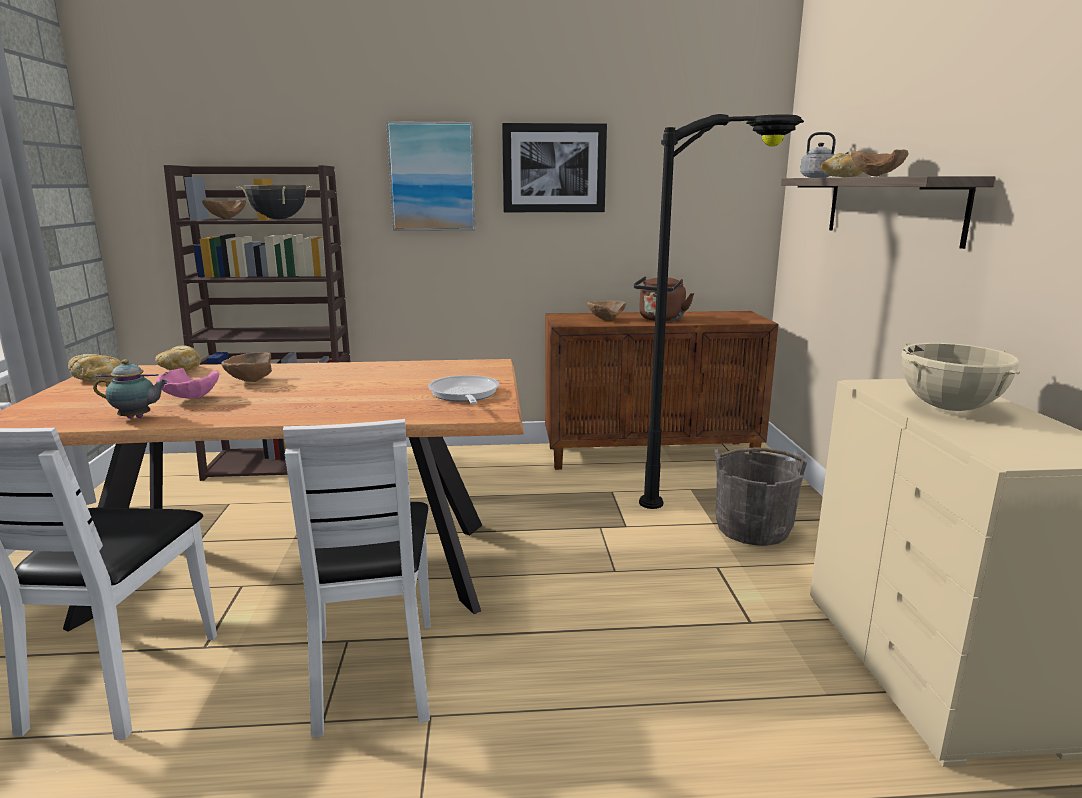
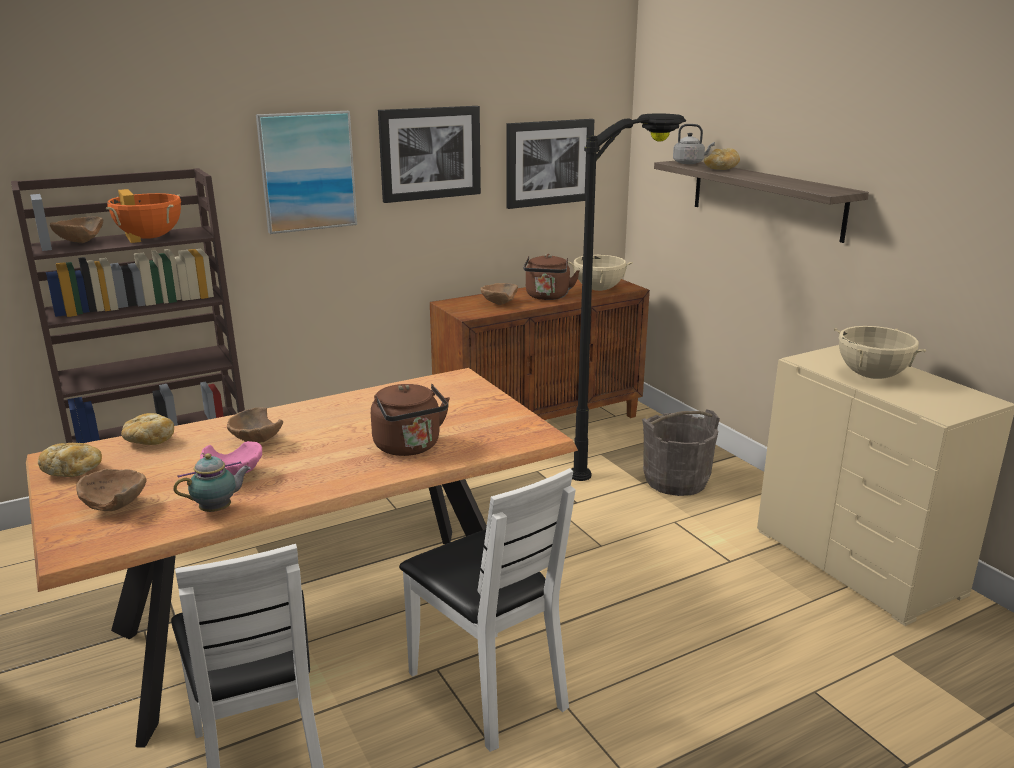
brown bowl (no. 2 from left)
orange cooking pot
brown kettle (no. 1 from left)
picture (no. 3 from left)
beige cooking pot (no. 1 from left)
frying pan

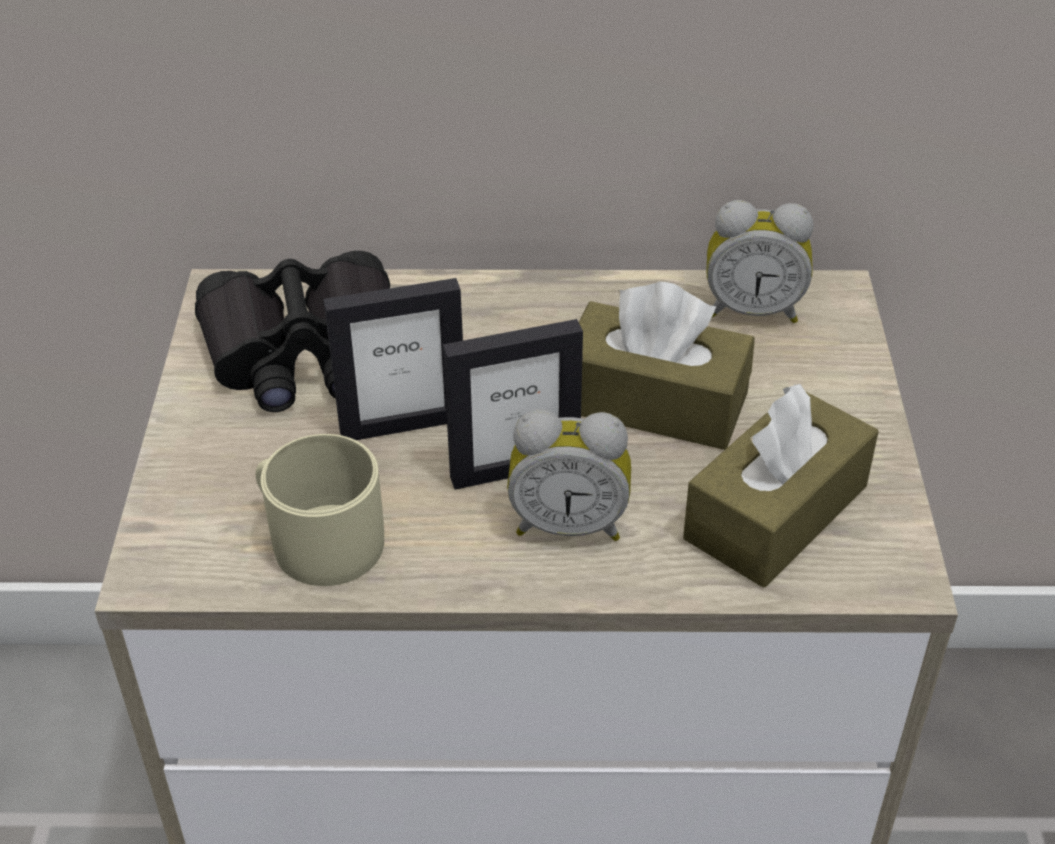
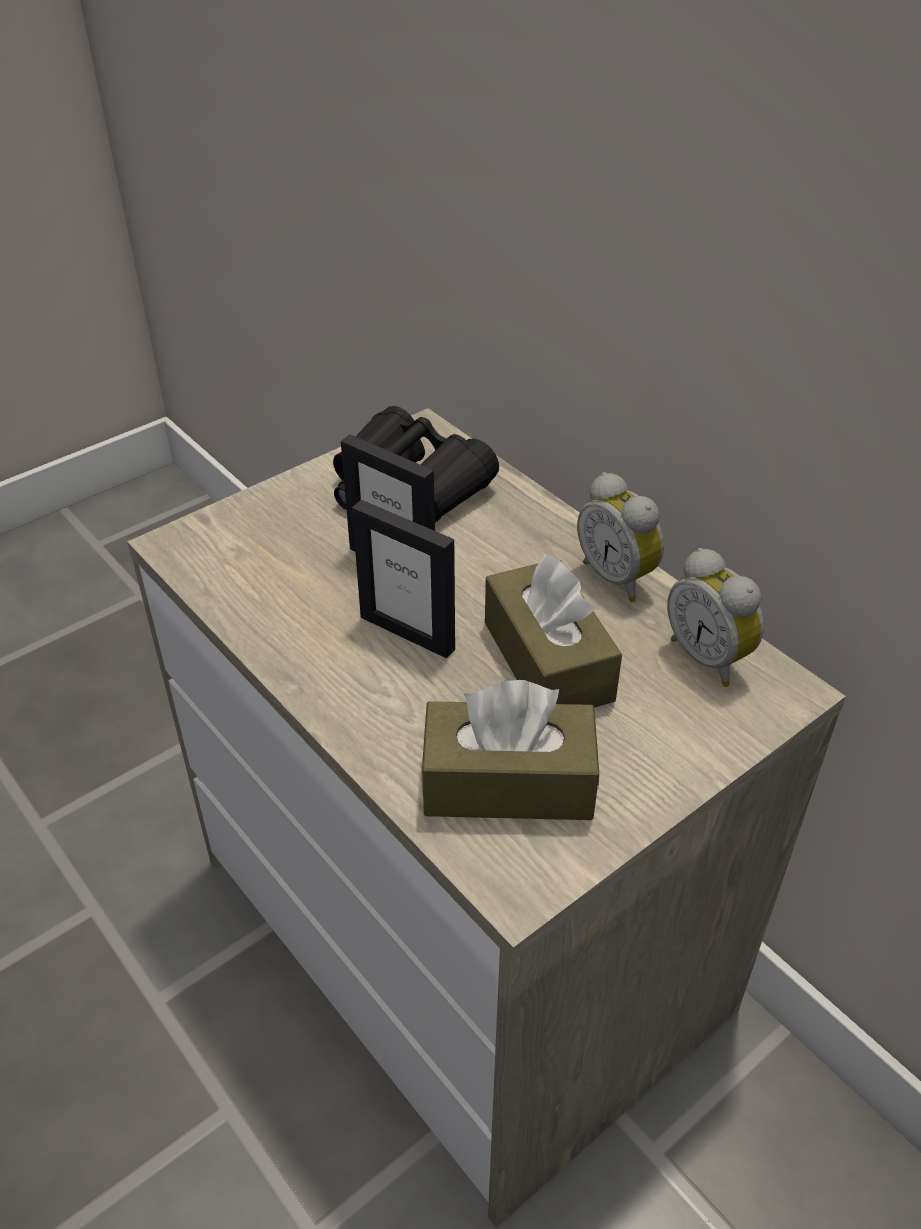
alarm clock (no. 1 from left)
beige mug

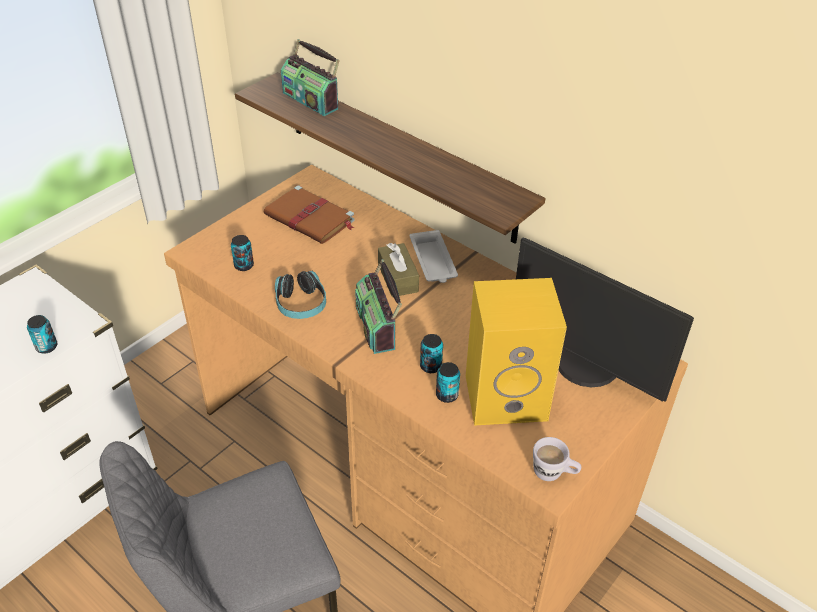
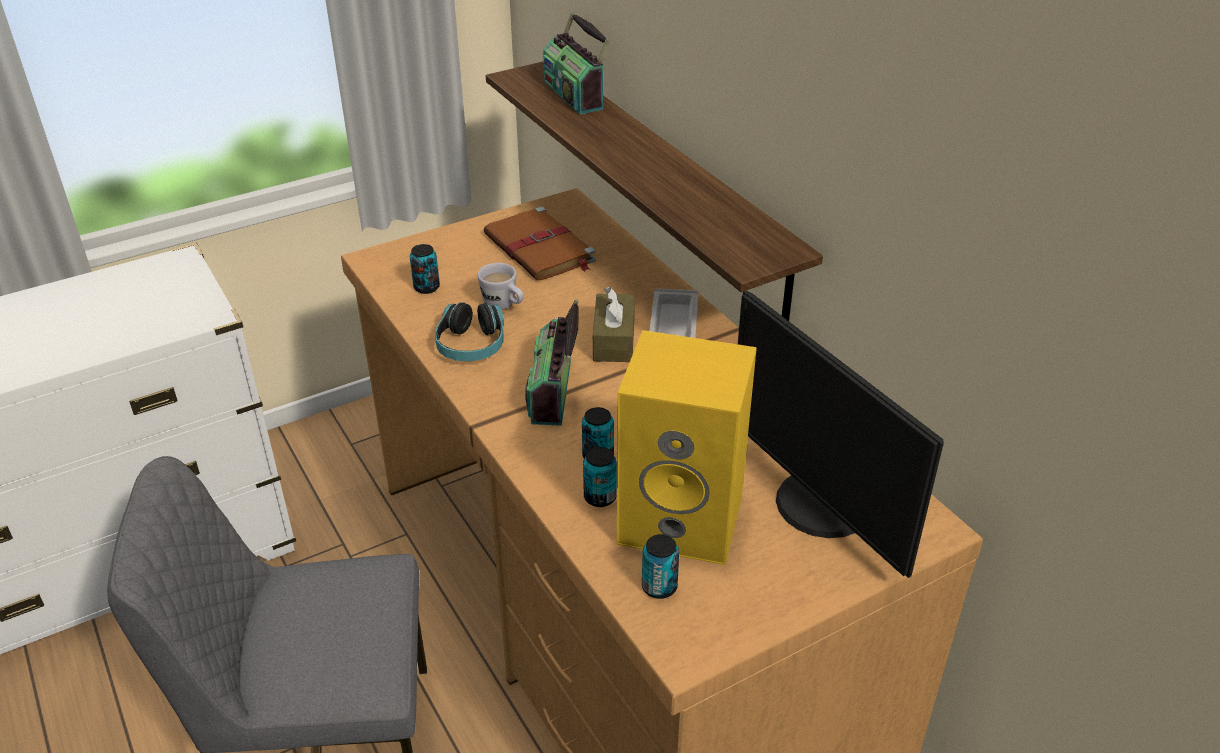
white mug
can (no. 4 from left)

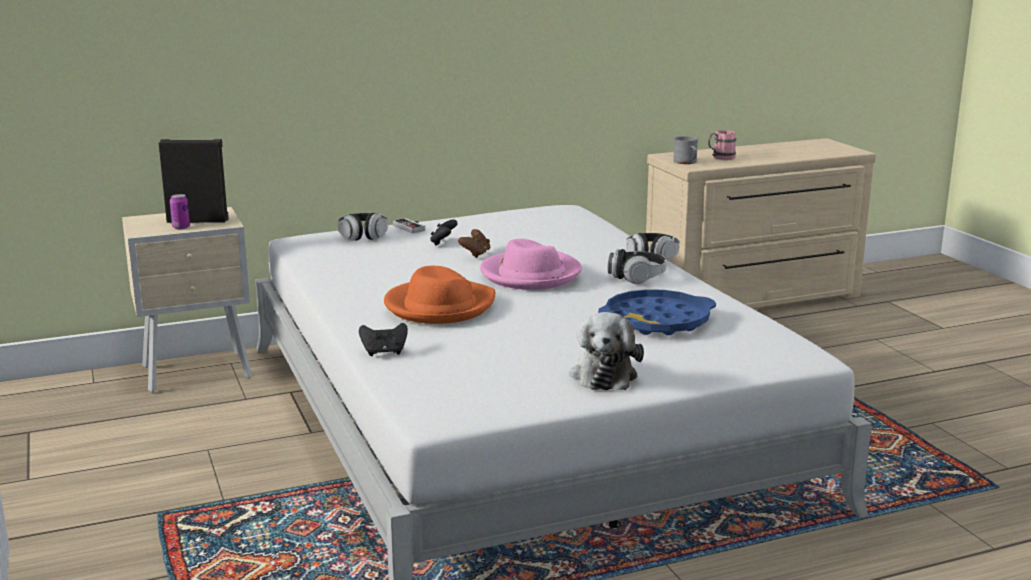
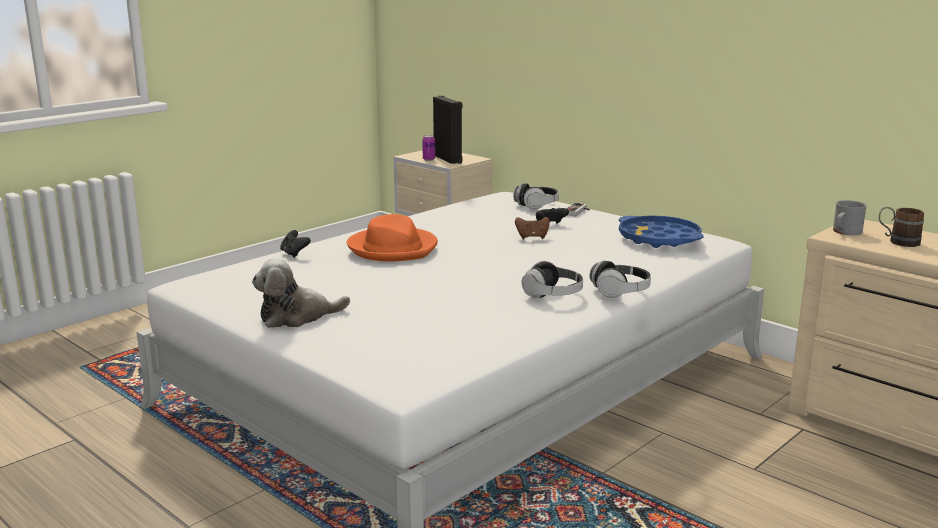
blue tray
brown mug
pink hat

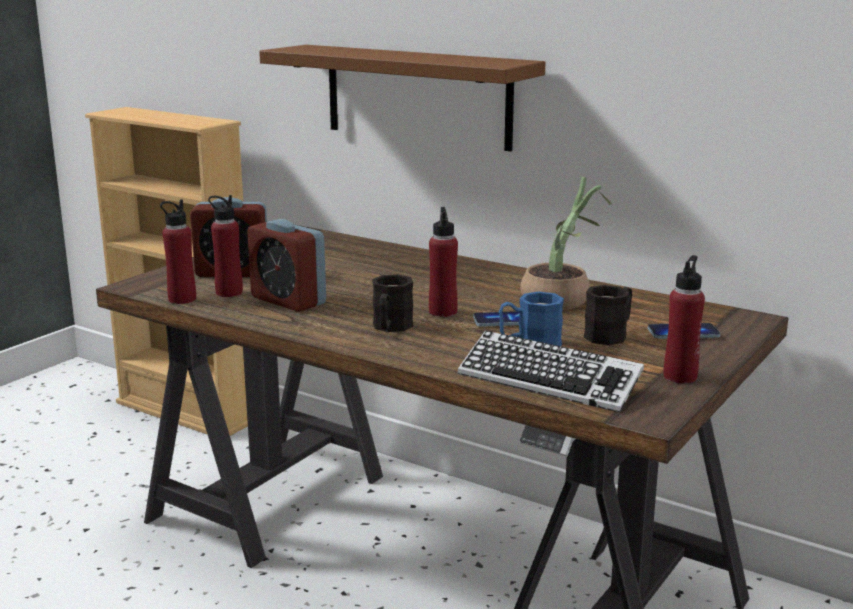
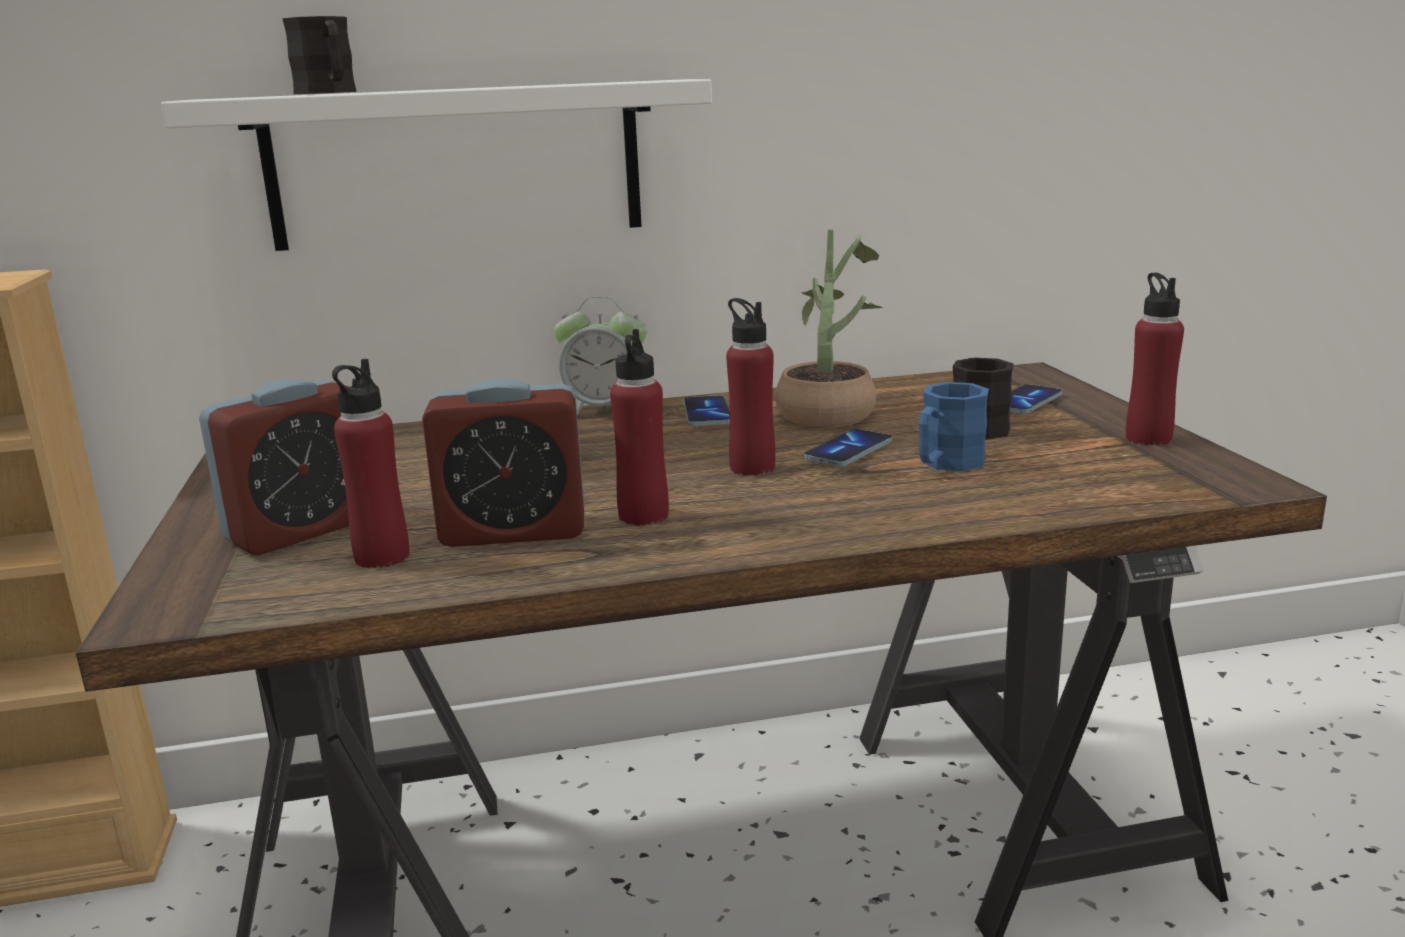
white shelf
black mug (no. 1 from left)
alarm clock (no. 3 from left)
red bottle (no. 2 from left)
phone (no. 1 from left)
keyboard

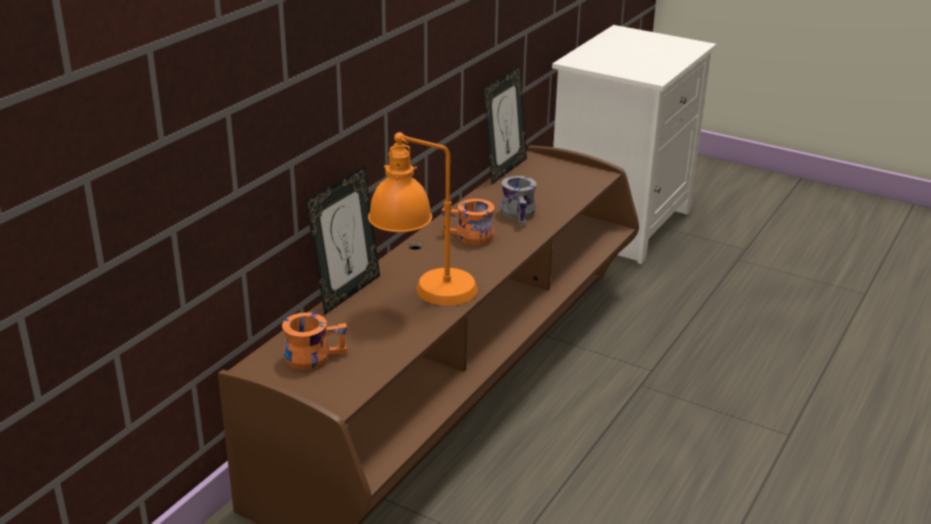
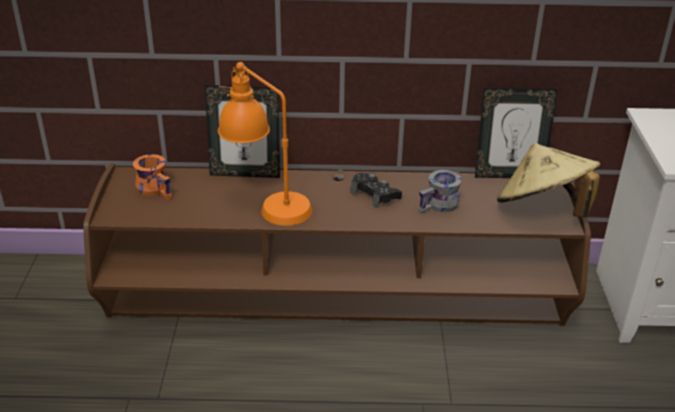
black game controller
beige hat

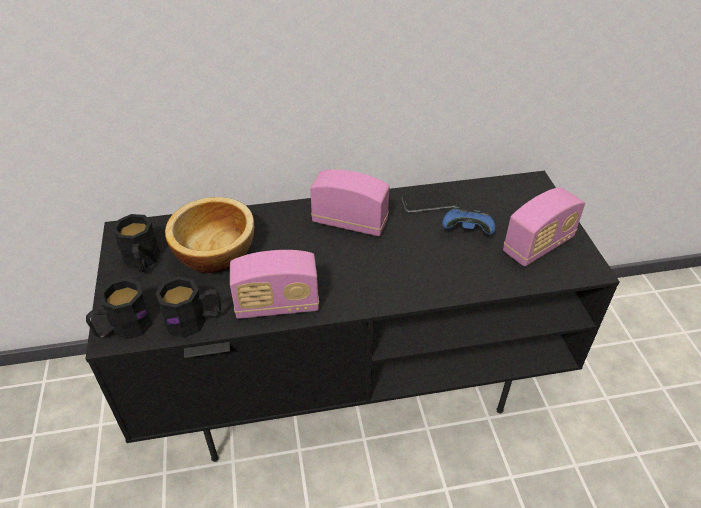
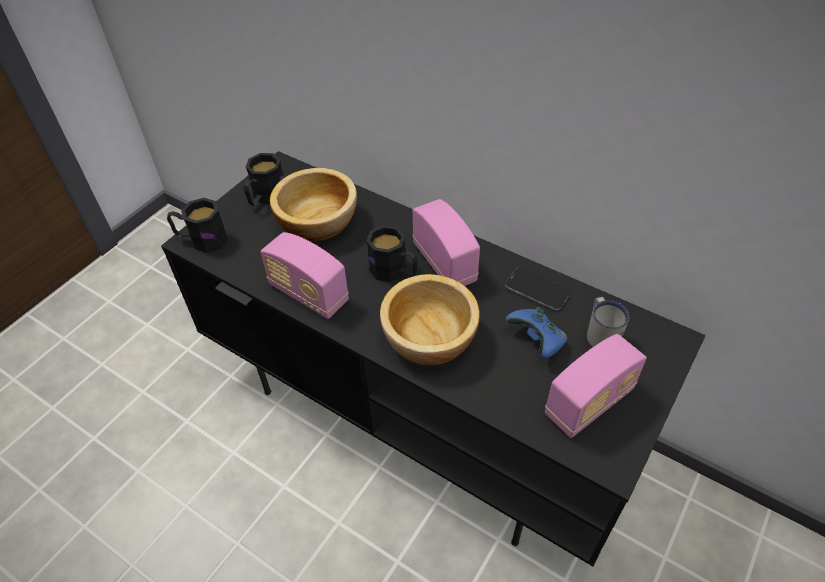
black mug (no. 3 from left)
bowl (no. 2 from left)
radio (no. 3 from left)
white mug

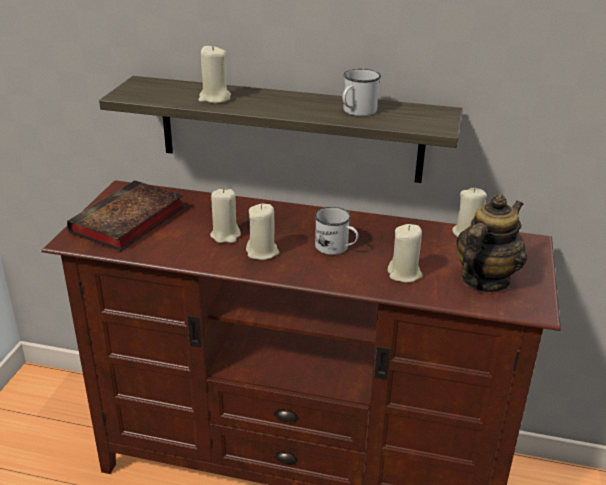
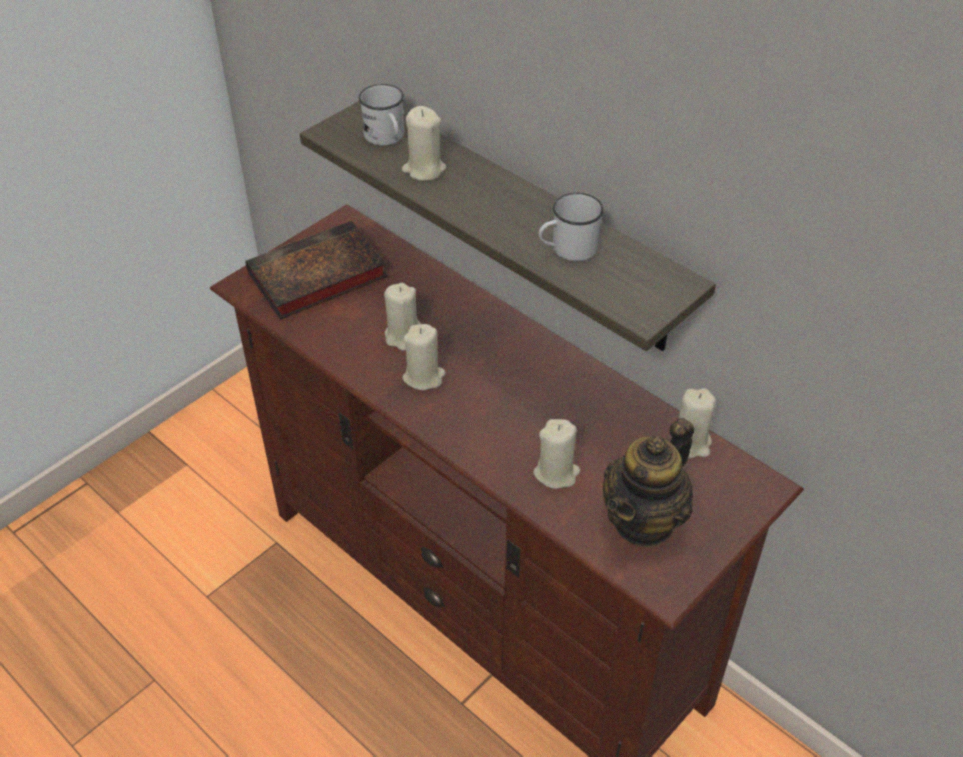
white mug (no. 1 from left)
teapot

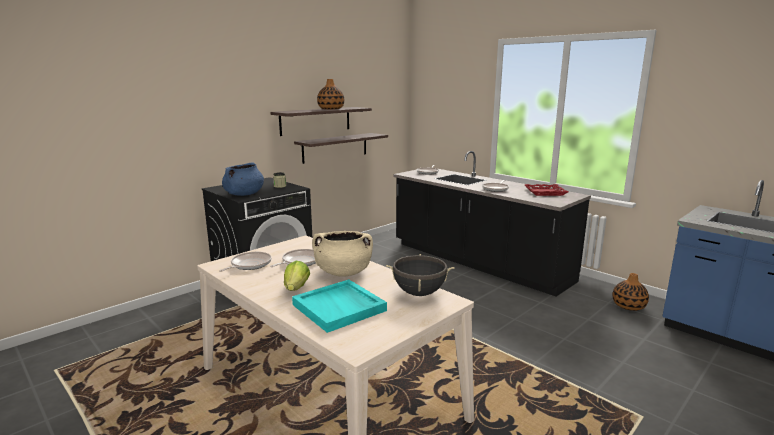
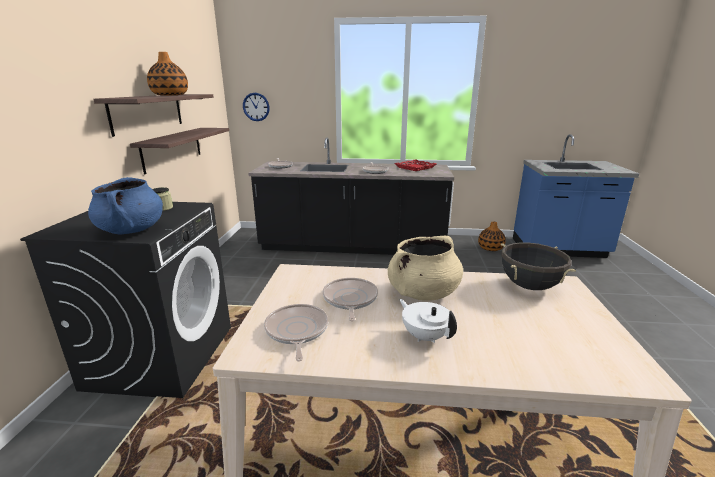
wall clock
white teapot
turquoise tray

